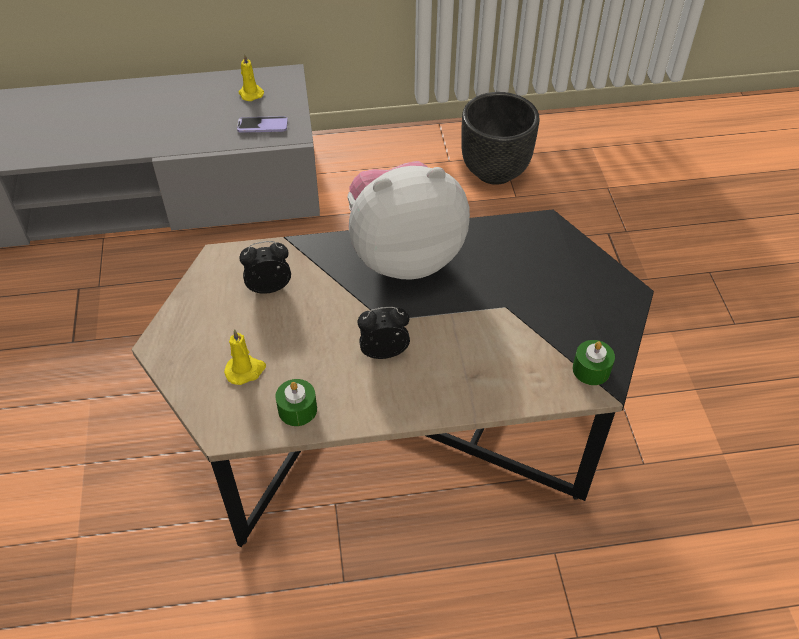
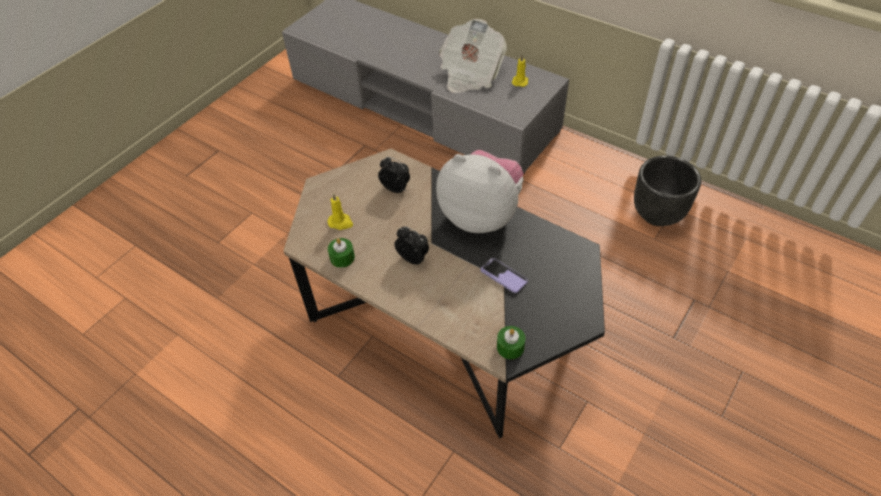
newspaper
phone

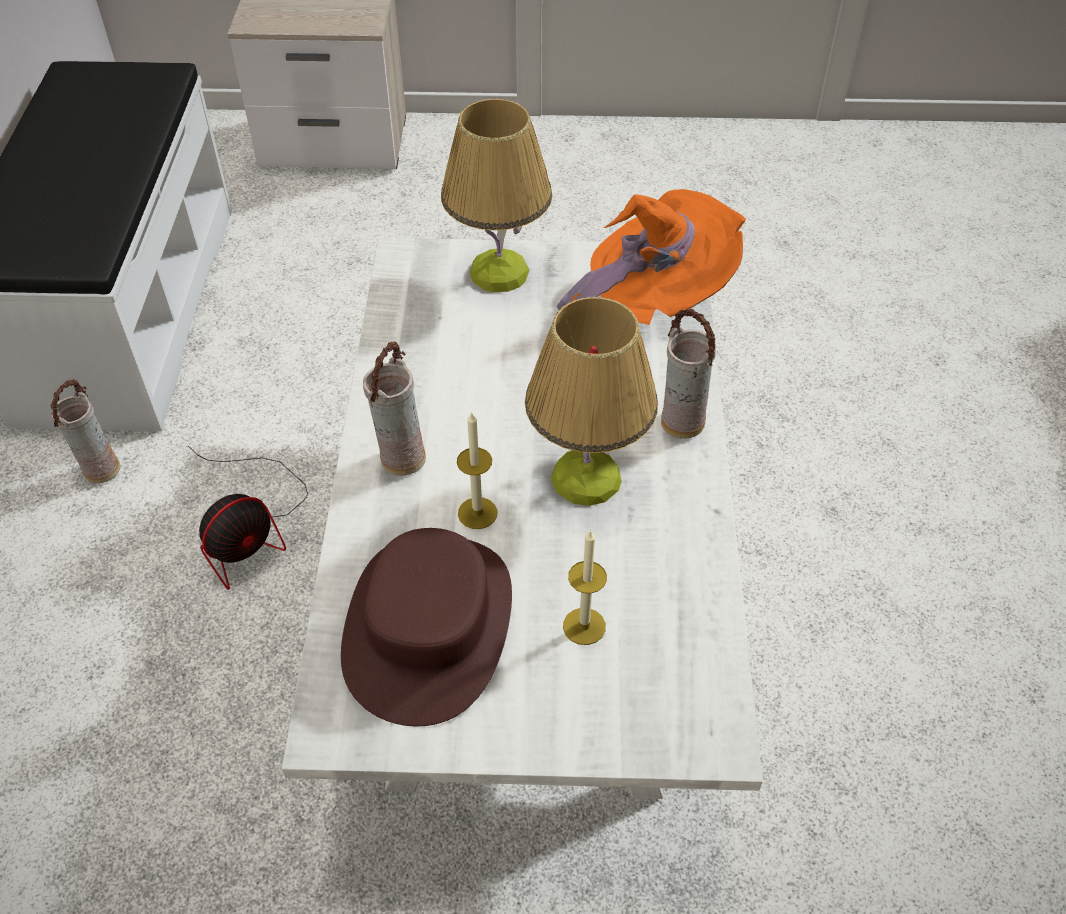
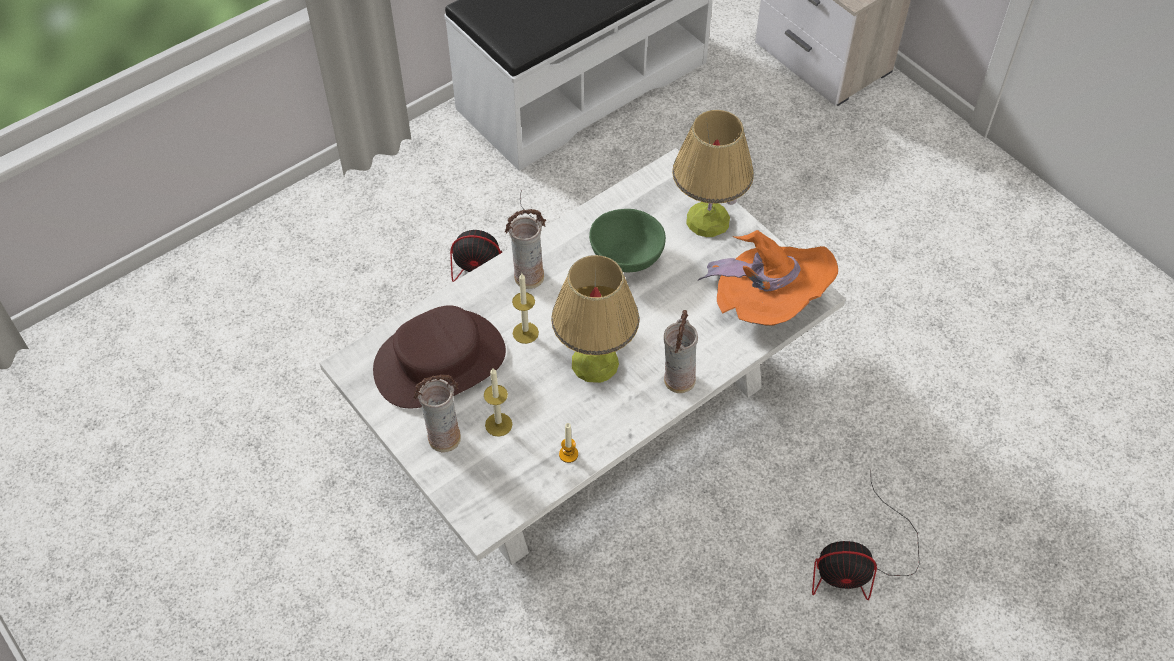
vase (no. 1 from left)
candle (no. 3 from left)
green bowl
fan (no. 2 from left)

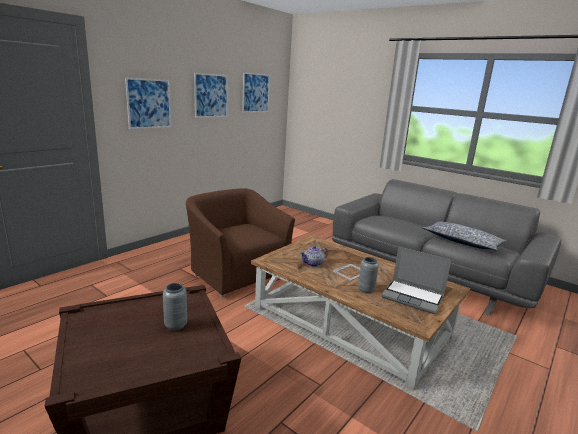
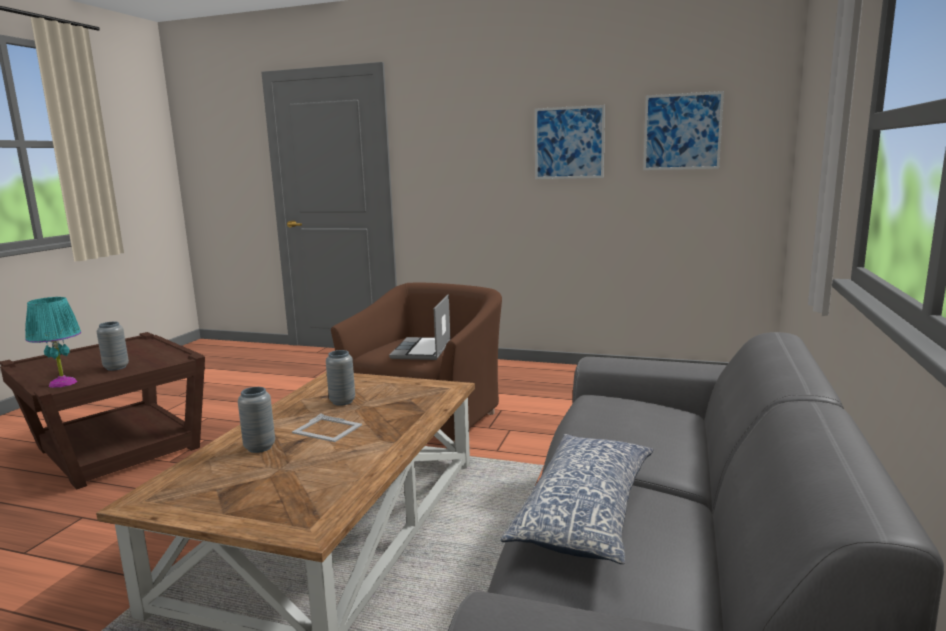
turquoise table lamp
grey vase (no. 3 from left)
laptop
picture (no. 1 from left in the first image)

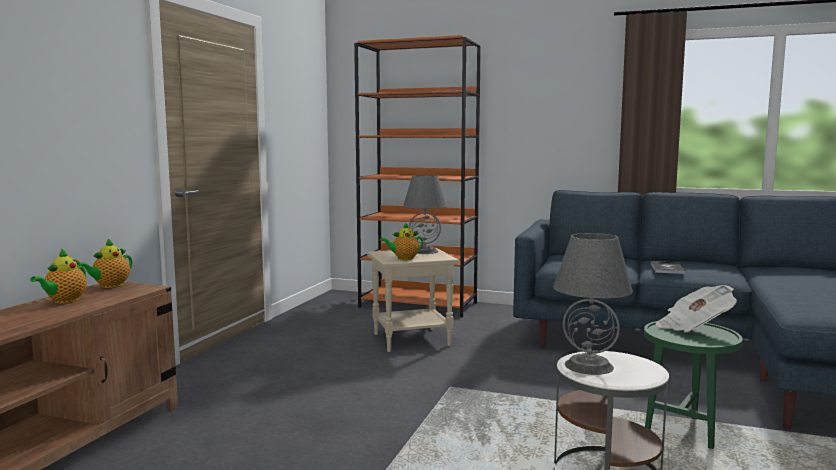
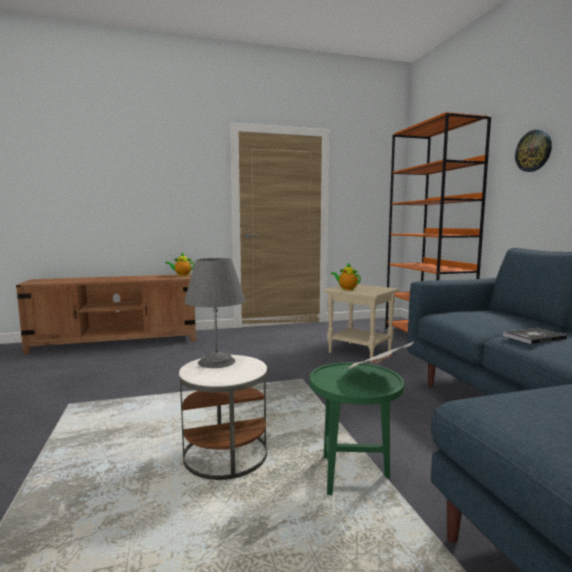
wall clock
teapot (no. 1 from left in the first image)
grey table lamp (no. 1 from left in the first image)

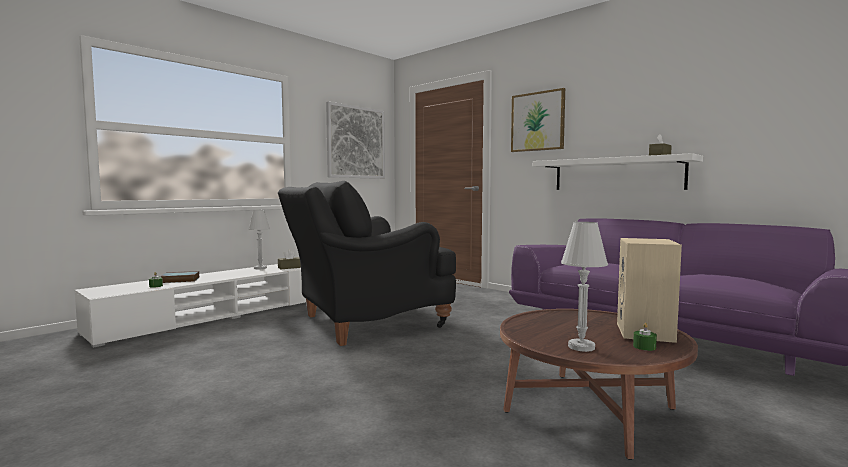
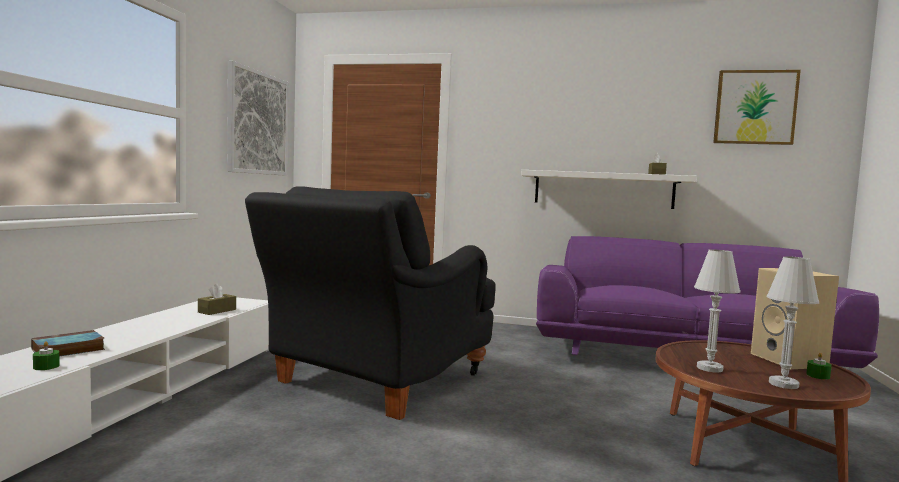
white table lamp (no. 1 from left)
picture (no. 2 from left)

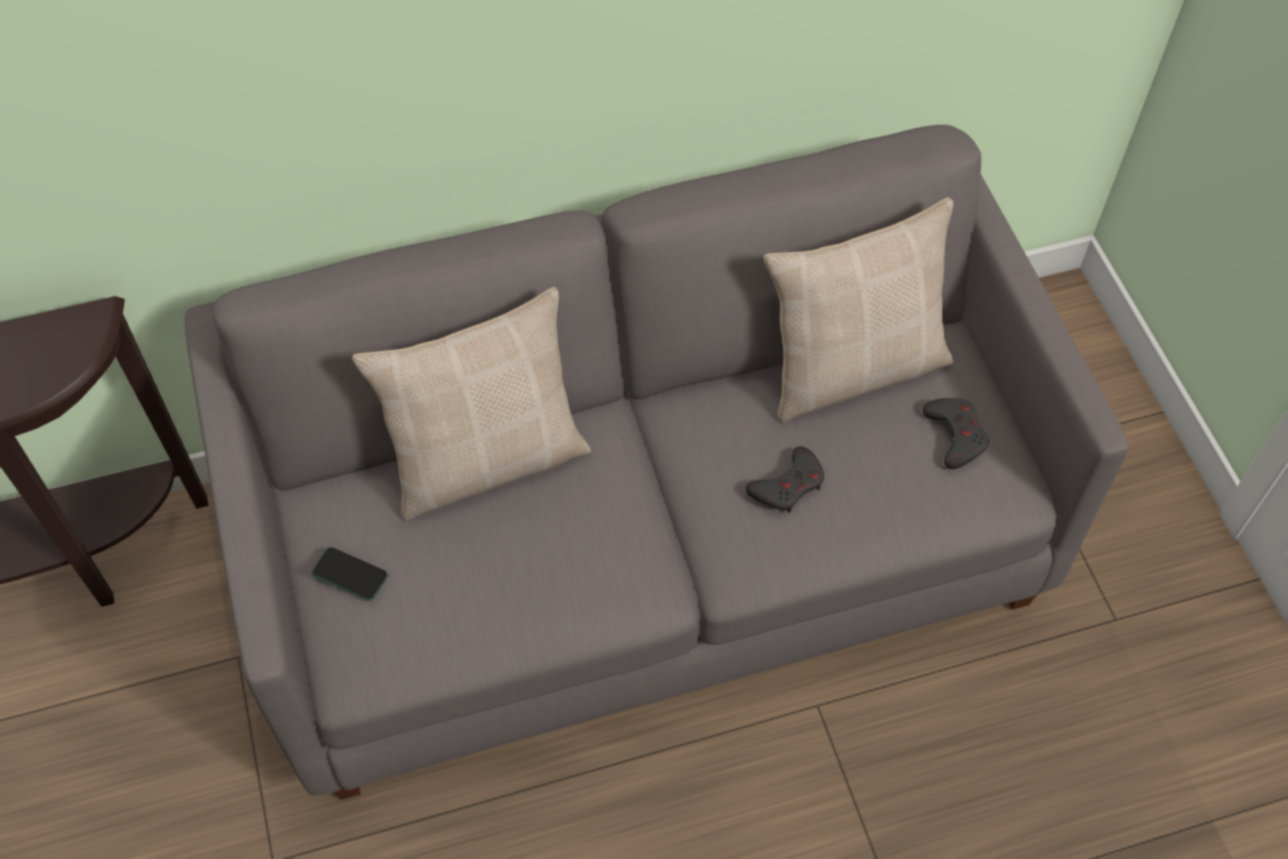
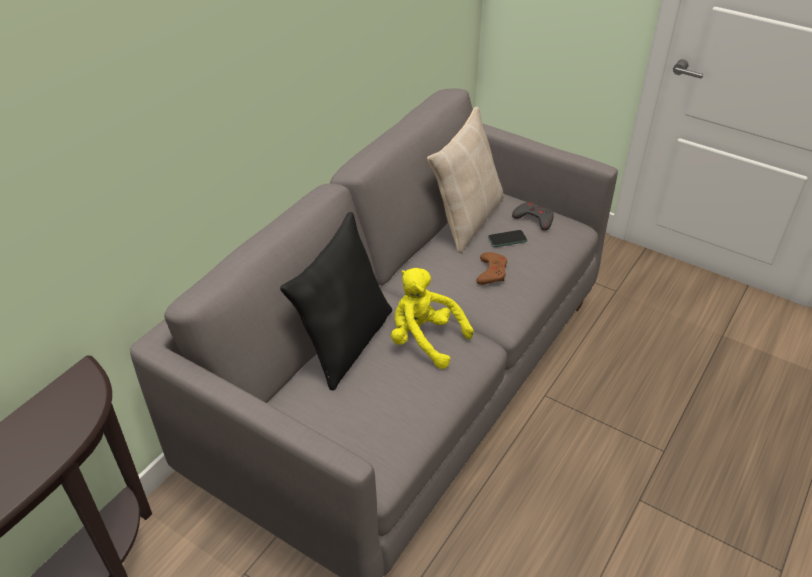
black pillow
yellow plush toy
brown game controller
phone

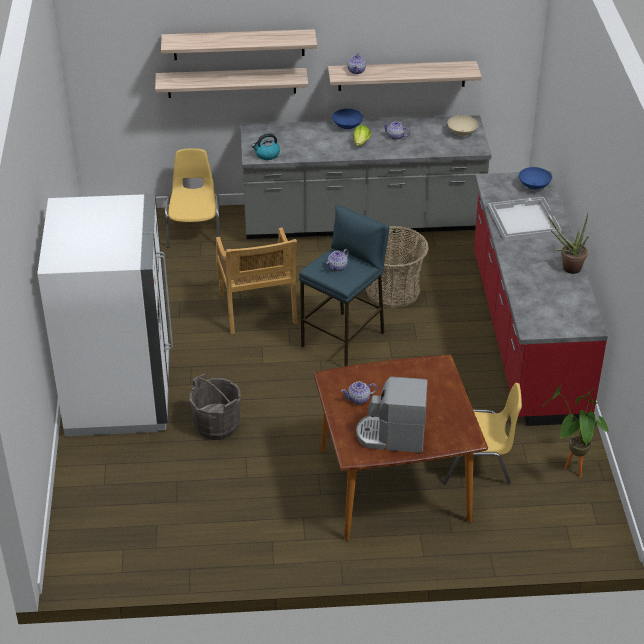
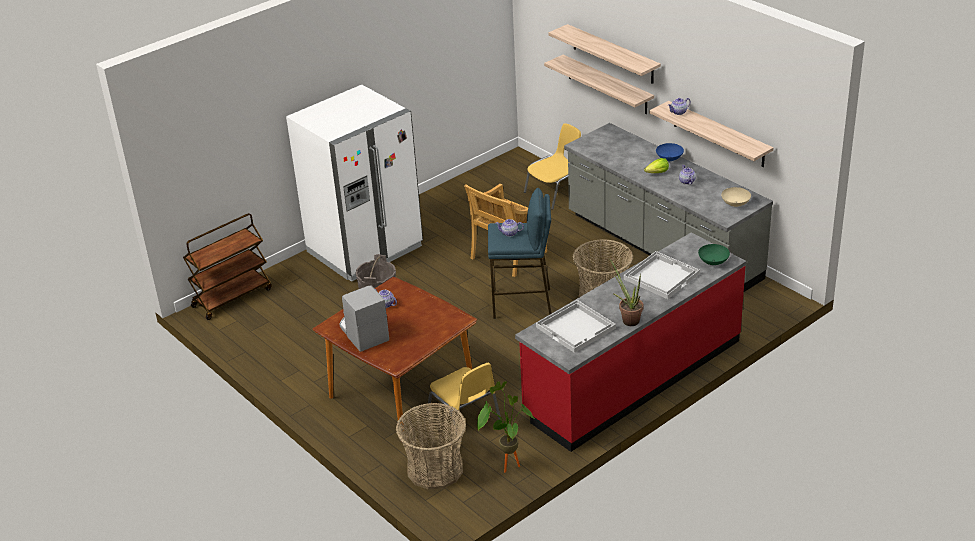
brown cart
basket (no. 1 from left)
white tray (no. 1 from left)
green bowl
kettle

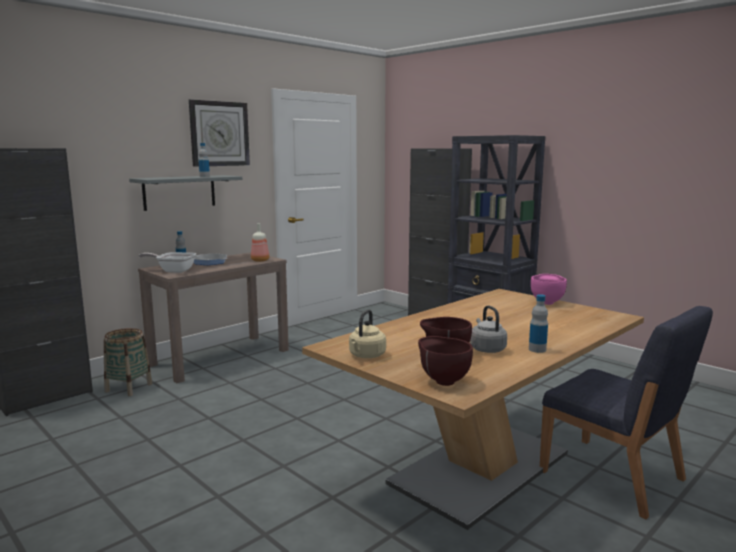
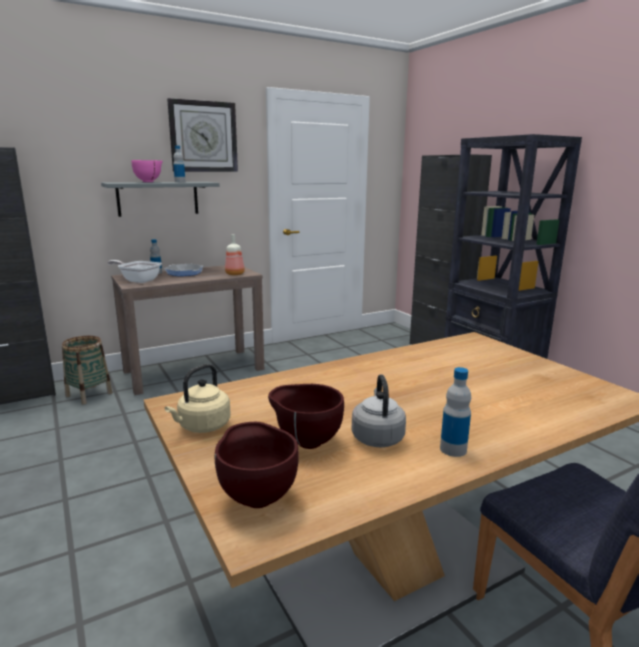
pink bowl

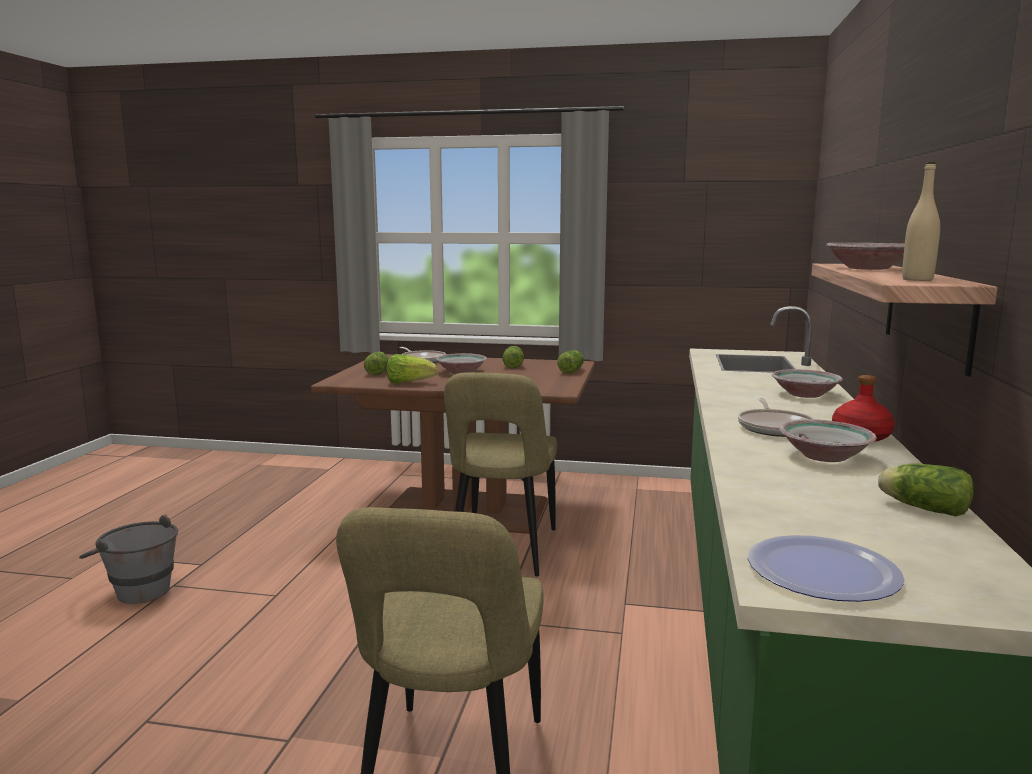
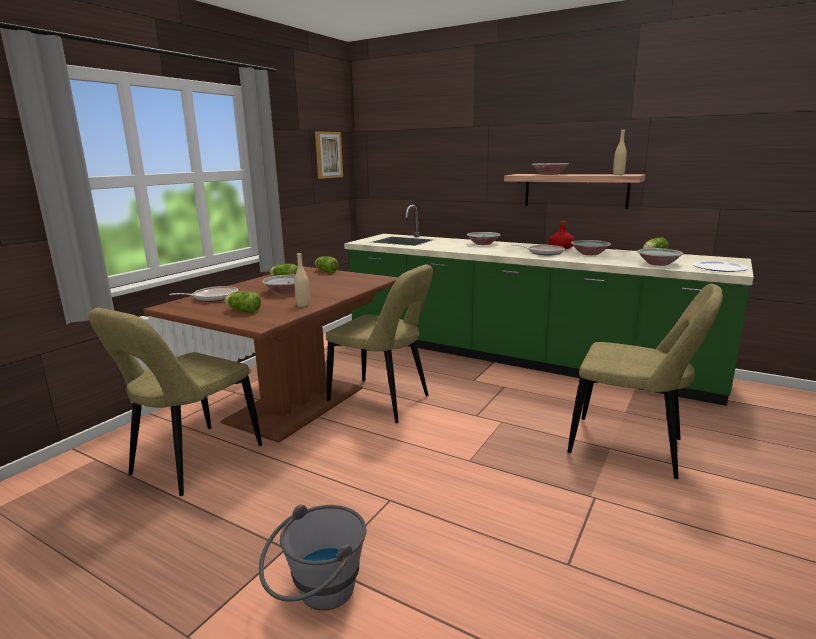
beige chair (no. 1 from left)
beige bottle (no. 1 from left)
picture
bowl (no. 5 from left)

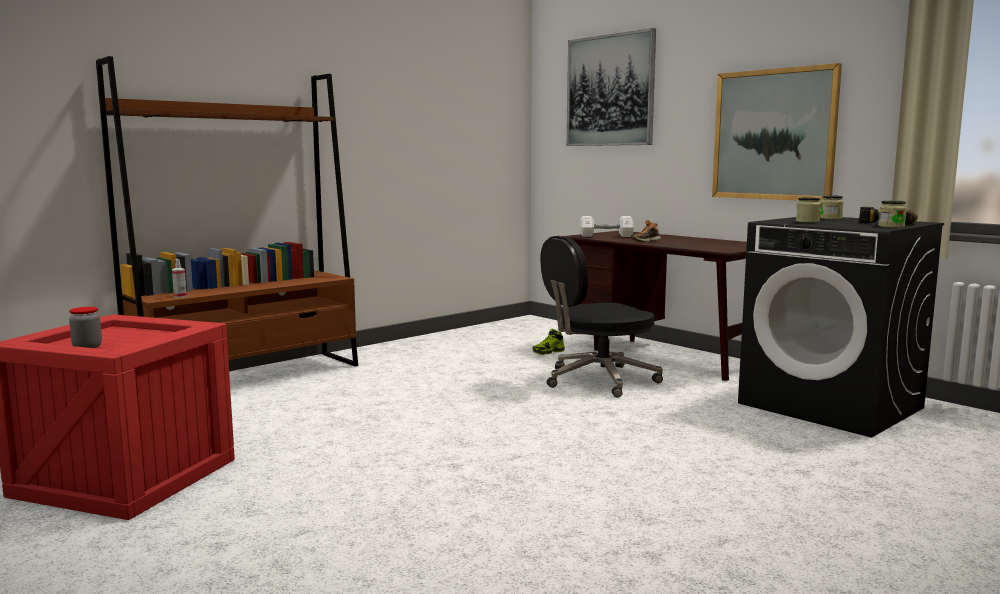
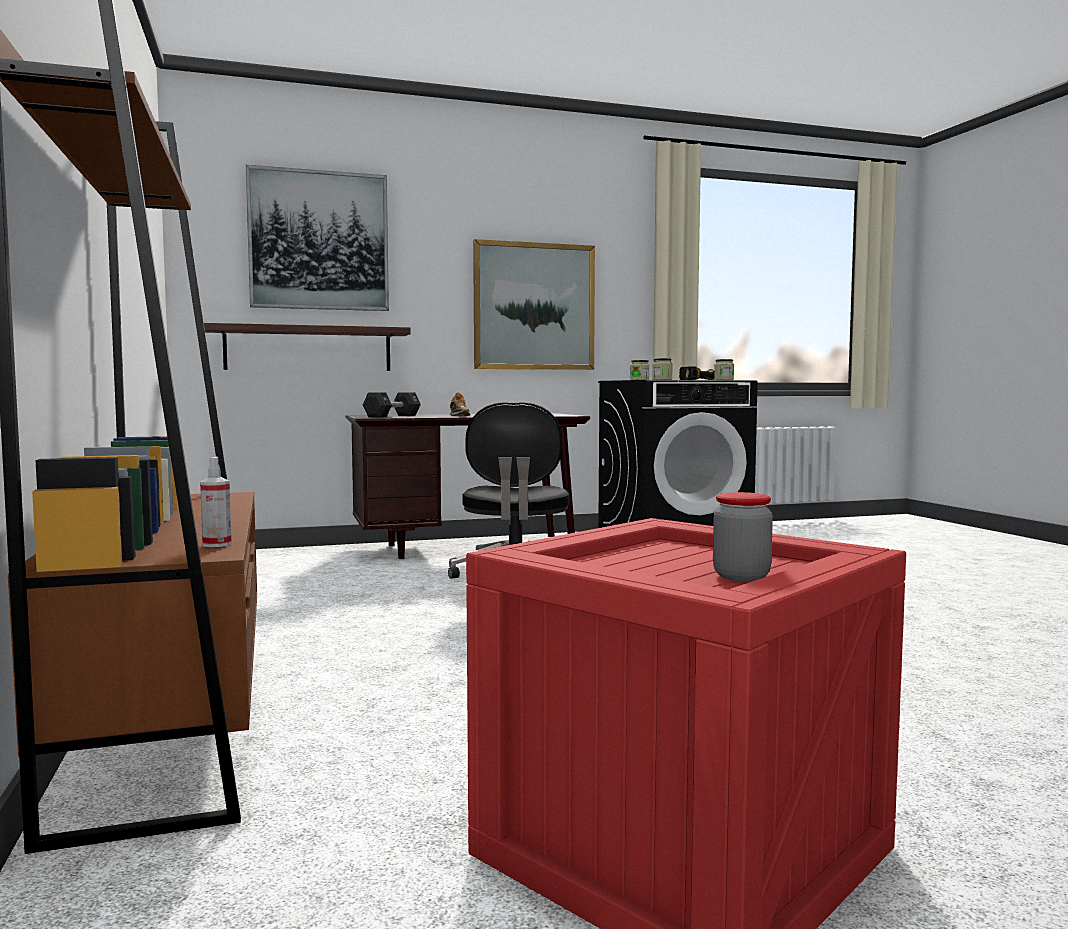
shelf
black dumbbell
shoe (no. 1 from left in the first image)

